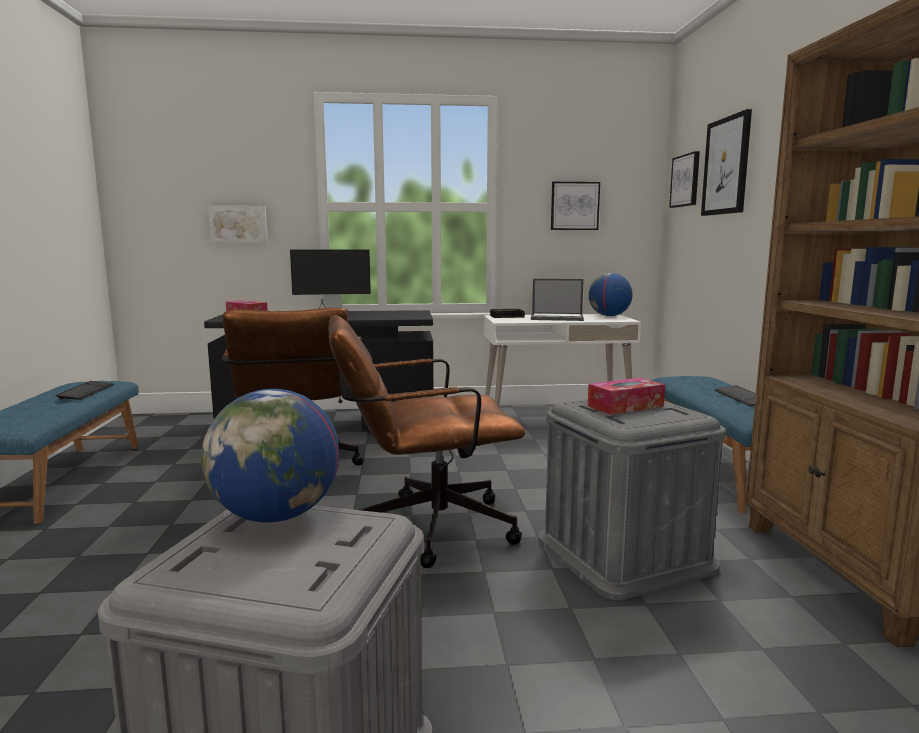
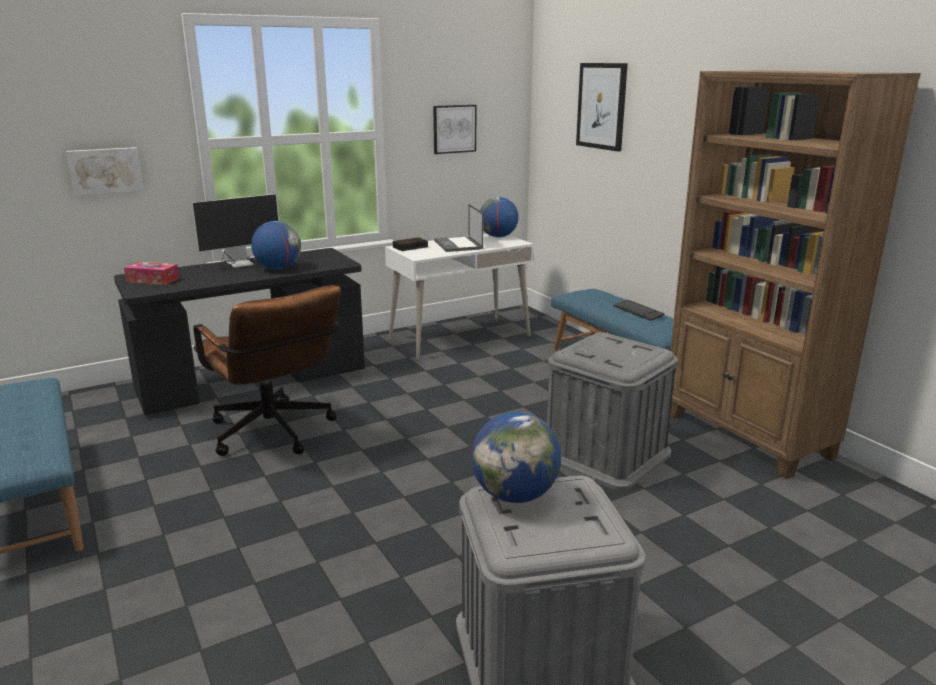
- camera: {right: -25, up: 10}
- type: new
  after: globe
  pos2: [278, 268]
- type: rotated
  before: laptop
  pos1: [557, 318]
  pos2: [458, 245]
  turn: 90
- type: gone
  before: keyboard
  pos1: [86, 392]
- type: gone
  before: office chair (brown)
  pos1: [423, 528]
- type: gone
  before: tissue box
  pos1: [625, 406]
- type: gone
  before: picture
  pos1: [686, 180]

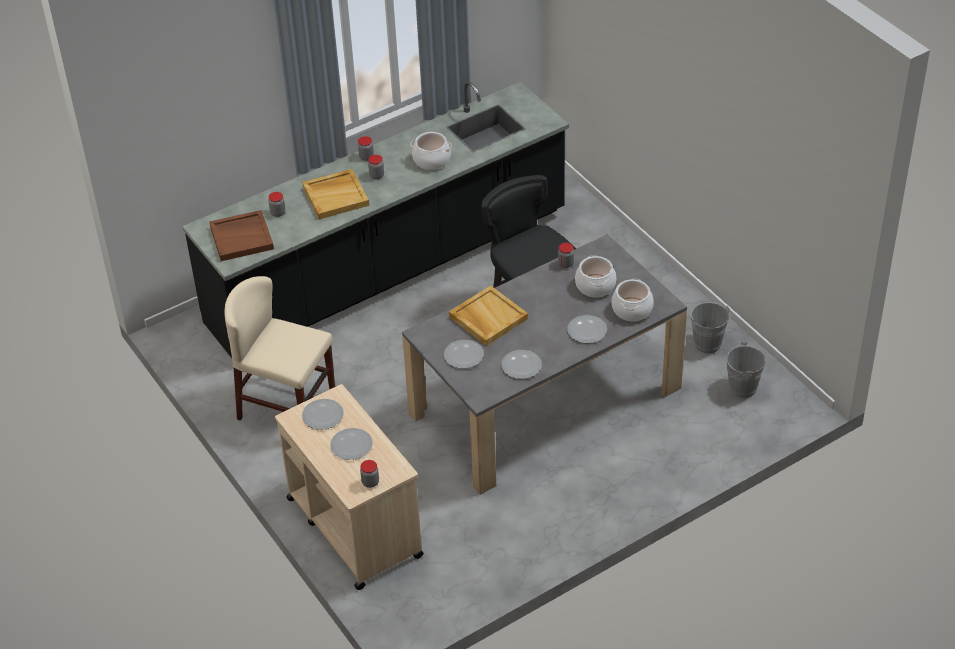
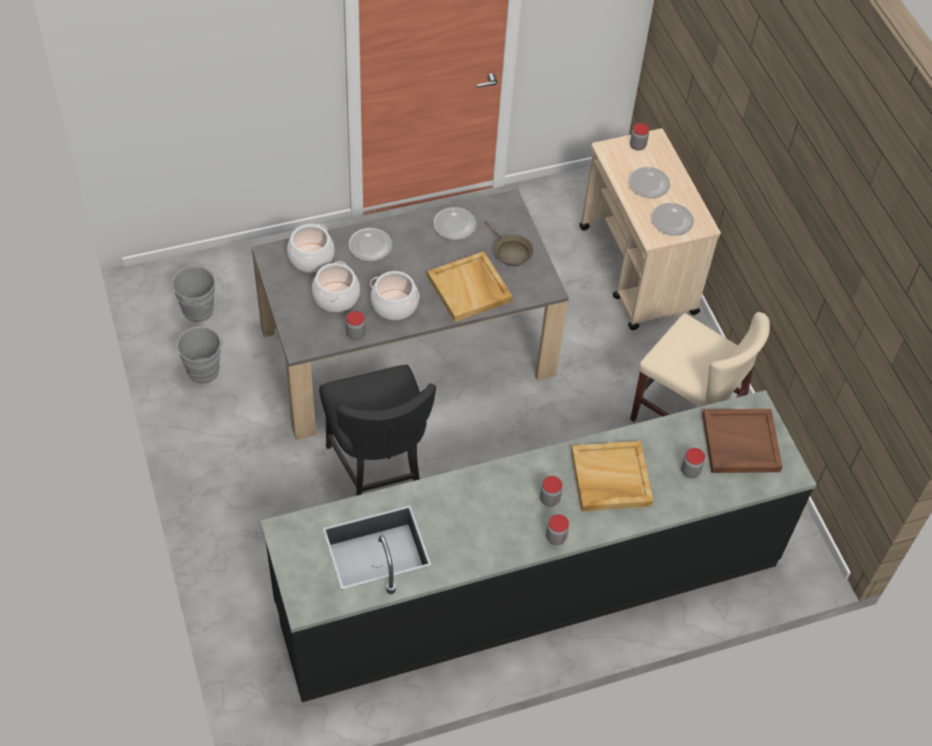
- camera: {right: -170, up: 10}
- type: shifted
  before: cooking pot
  pos1: [431, 160]
  pos2: [395, 304]
- type: swapped
  before: plate
  after: frying pan (brown)
  pos1: [463, 355]
  pos2: [510, 252]

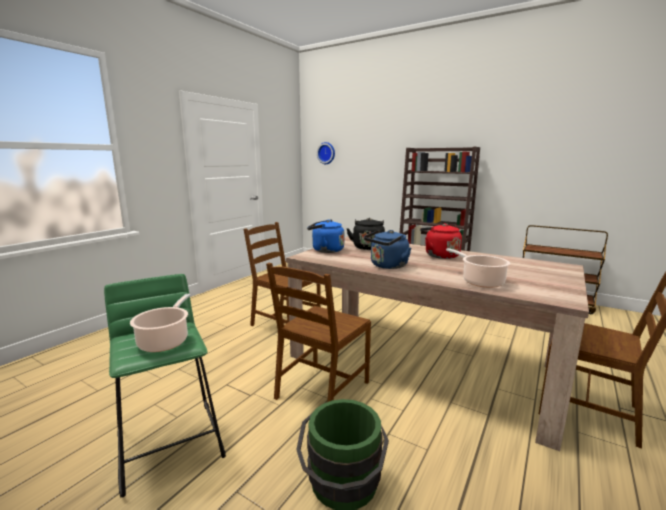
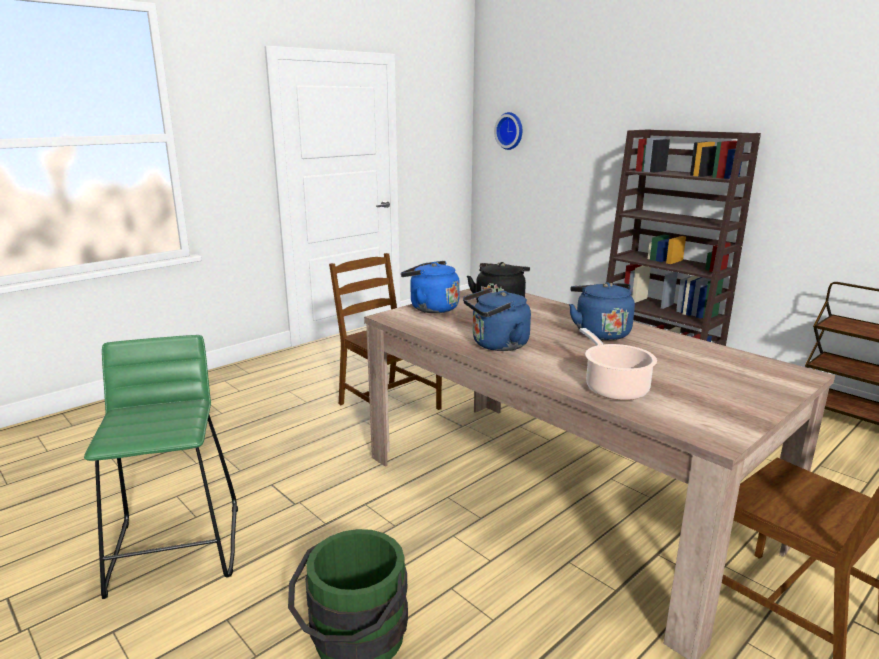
- camera: {right: 15, up: 5}
- type: repainted
  before: kettle (red)
  after: kettle (blue)
  pos1: [440, 255]
  pos2: [600, 332]
- type: gone
  before: cooking pot
  pos1: [165, 341]
- type: gone
  before: chair (brown)
  pos1: [322, 390]

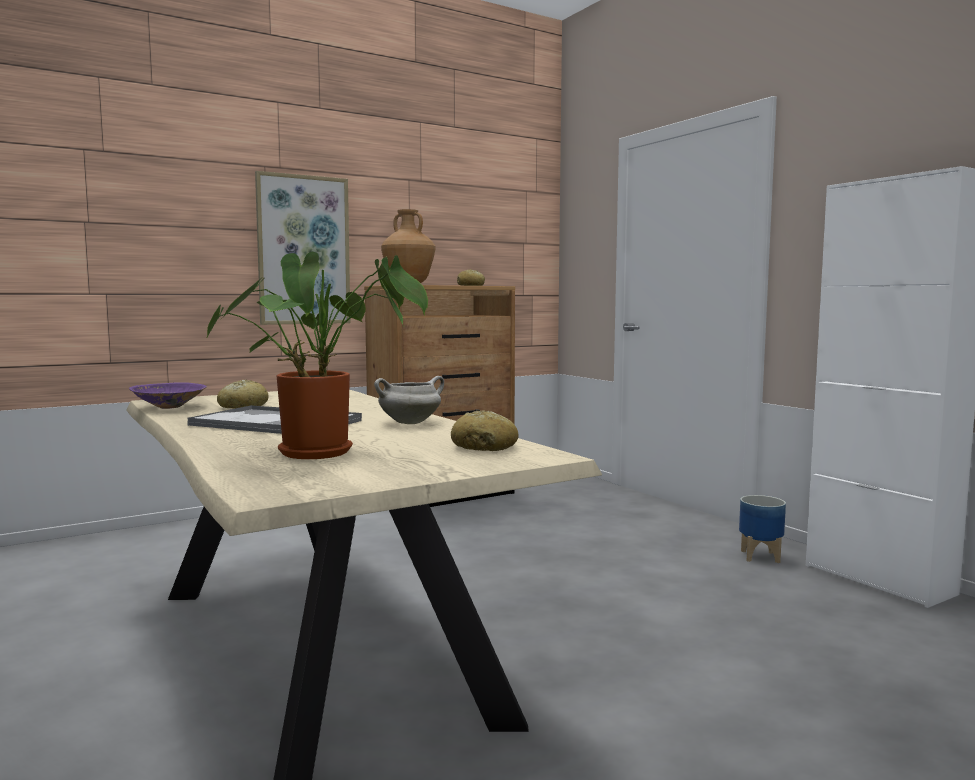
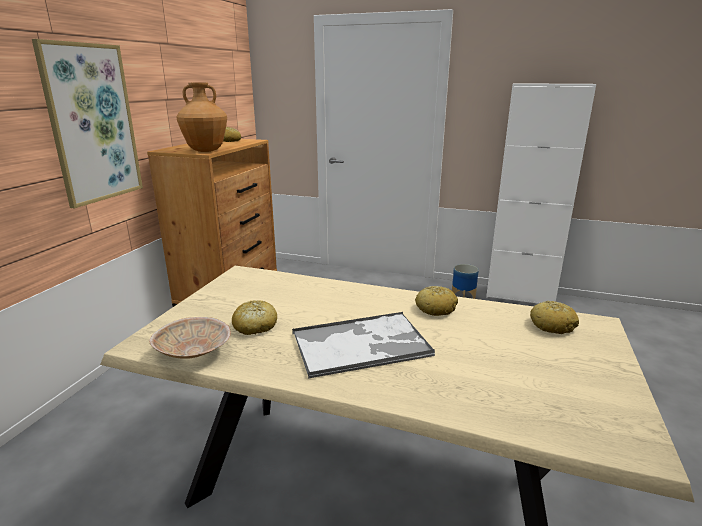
- camera: {right: -40, up: 15}
- type: repainted
  before: bowl (purple)
  after: bowl (beige)
  pos1: [169, 408]
  pos2: [195, 353]
- type: swapped
  before: cooking pot (white)
  after: bread
  pos1: [410, 423]
  pos2: [436, 308]
- type: gone
  before: potted plant
  pos1: [324, 452]

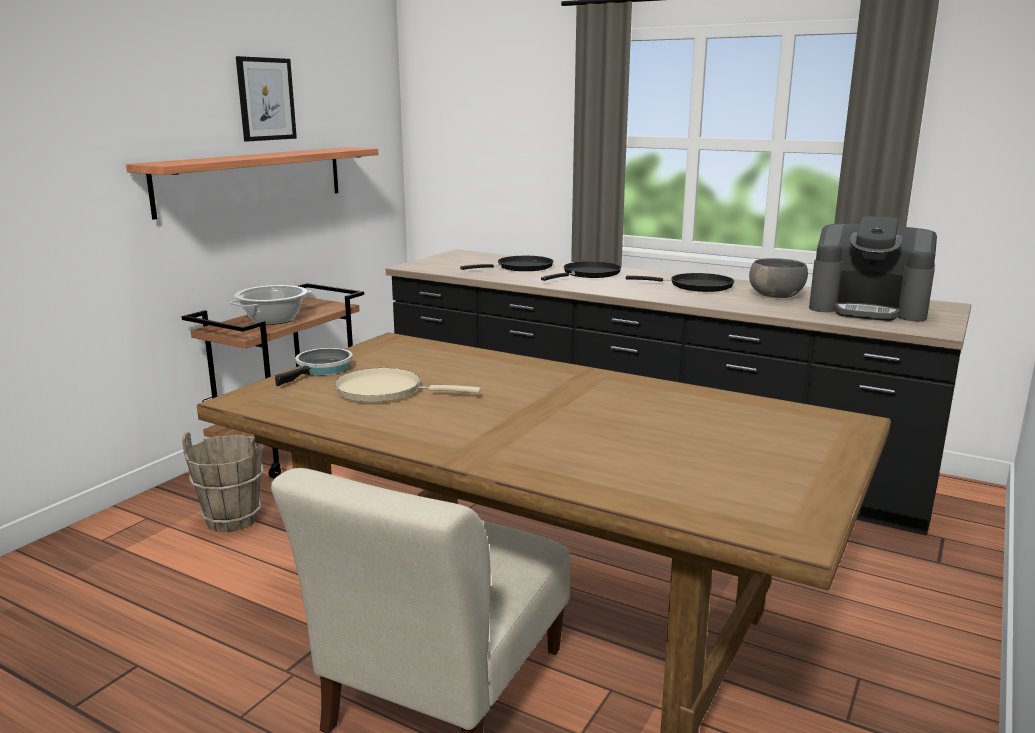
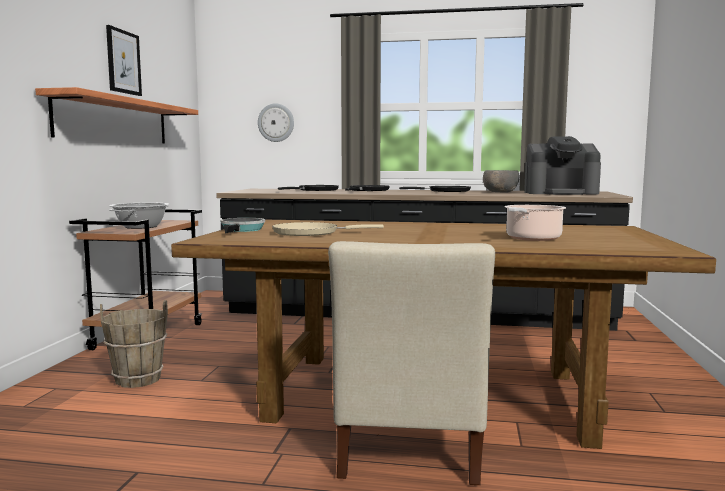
- camera: {right: -20, up: -10}
- type: new
  after: wall clock
  pos2: [276, 122]
- type: new
  after: cooking pot
  pos2: [532, 239]

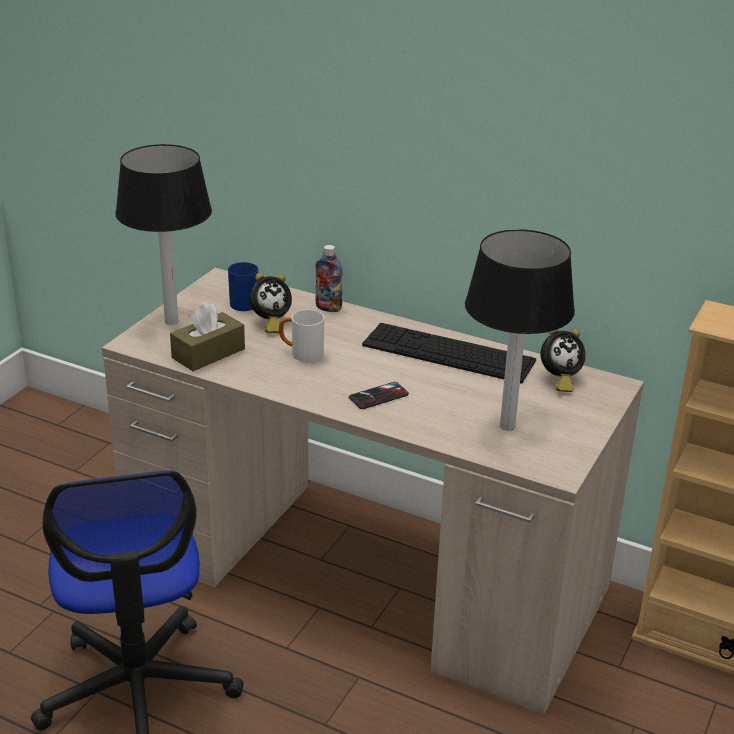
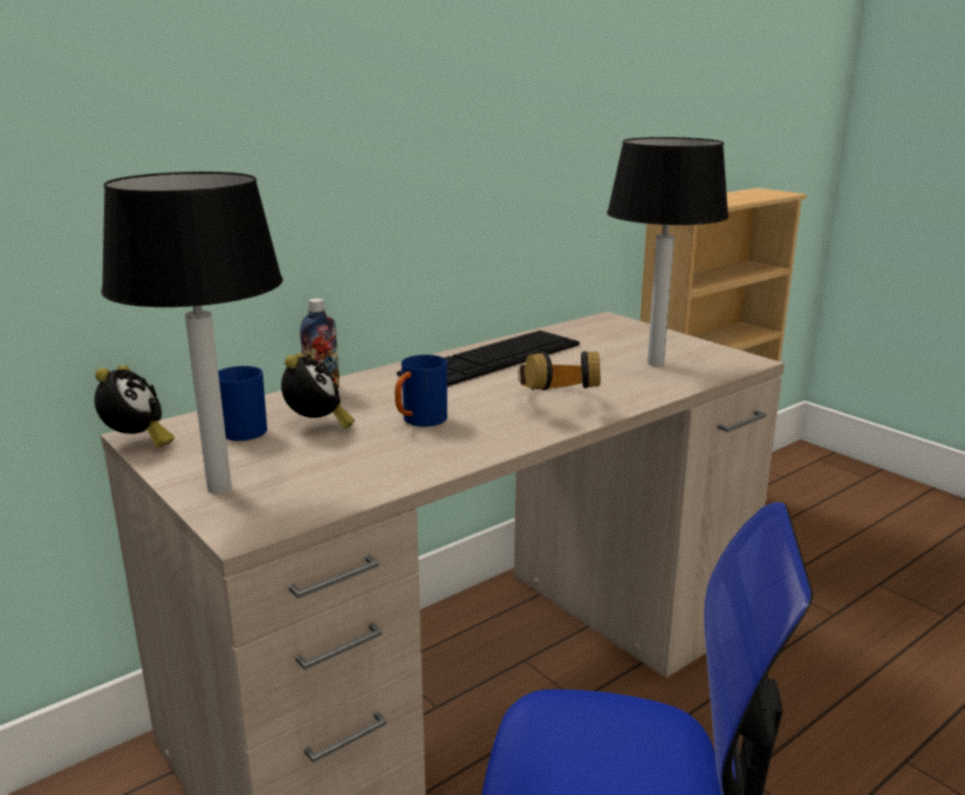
- camera: {right: -65, up: -10}
- type: shifted
  before: alarm clock
  pos1: [558, 380]
  pos2: [137, 442]
- type: repainted
  before: mug (white)
  after: mug (blue)
  pos1: [301, 354]
  pos2: [419, 422]
- type: swapped
  before: phone
  after: headphones
  pos1: [378, 396]
  pos2: [556, 401]
- type: gone
  before: tissue box (brown)
  pos1: [208, 353]

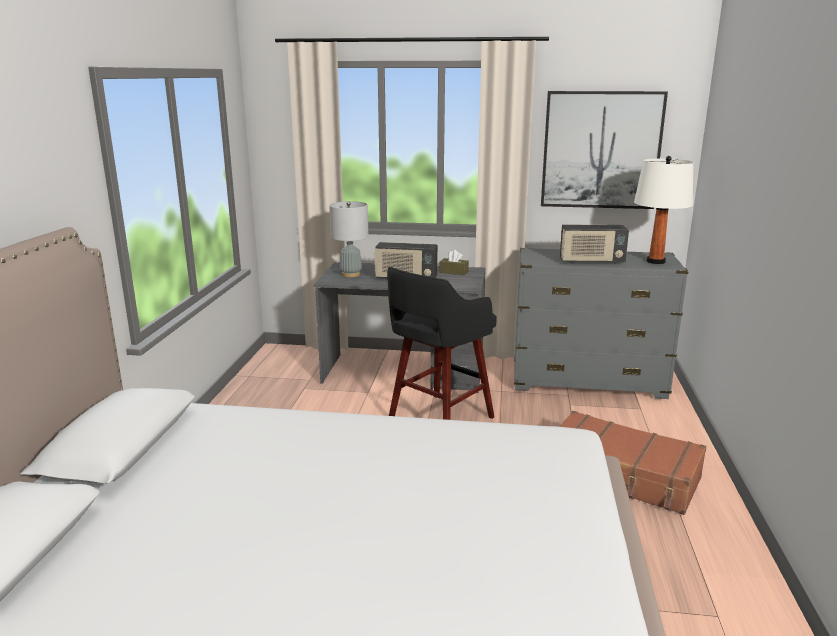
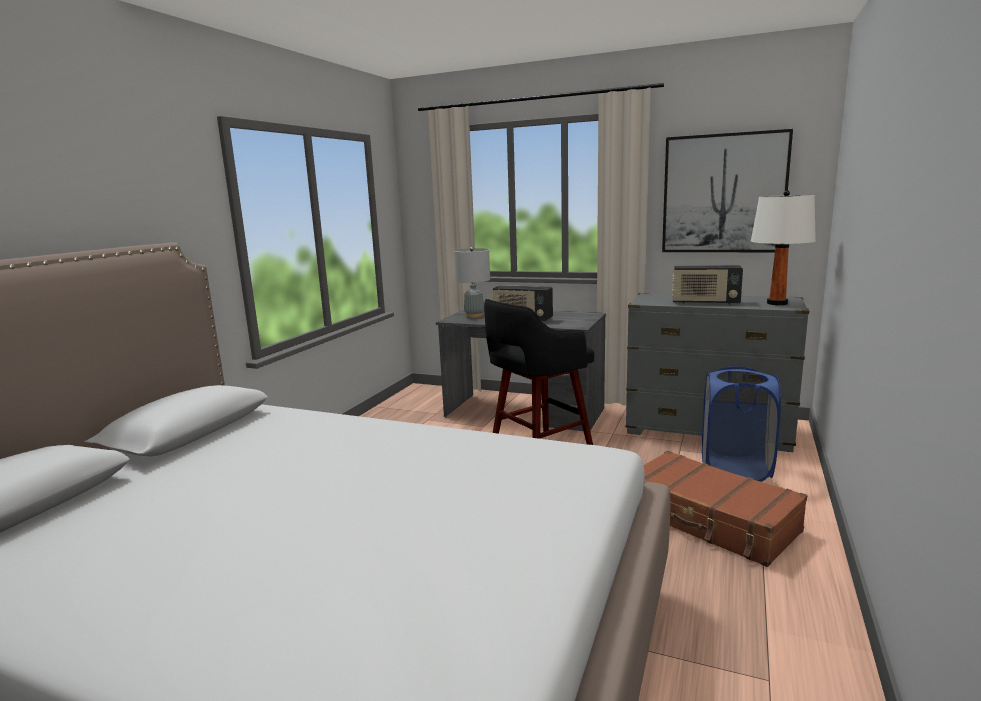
- camera: {right: 15, up: -5}
- type: new
  after: laundry basket (blue)
  pos2: [735, 470]
- type: gone
  before: tissue box (brown)
  pos1: [453, 272]

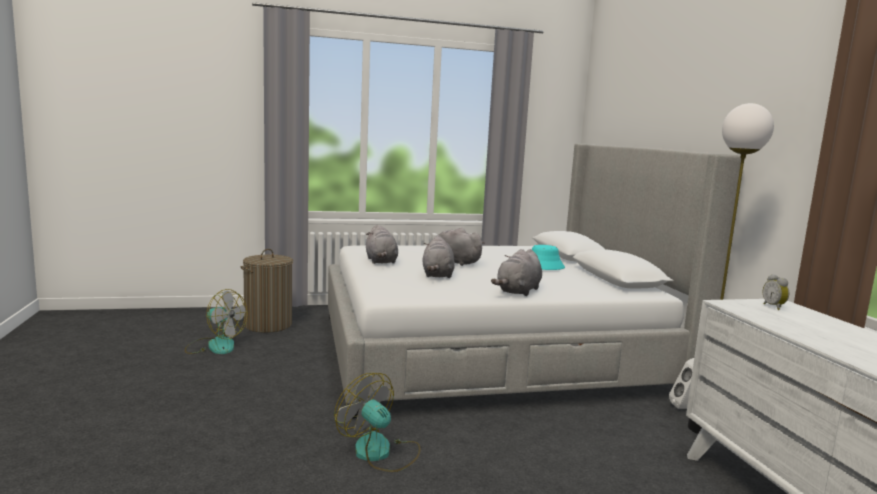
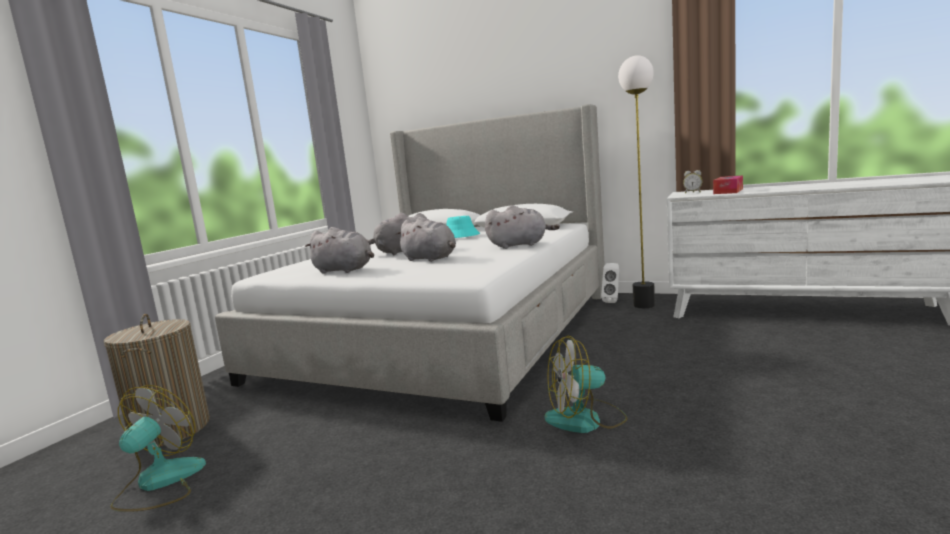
- camera: {right: -50, up: 0}
- type: rotated
  before: fan
  pos1: [215, 345]
  pos2: [159, 483]
  turn: -45
- type: rotated
  before: plush toy (grey)
  pos1: [518, 291]
  pos2: [520, 245]
  turn: -75
- type: new
  after: tissue box
  pos2: [728, 191]

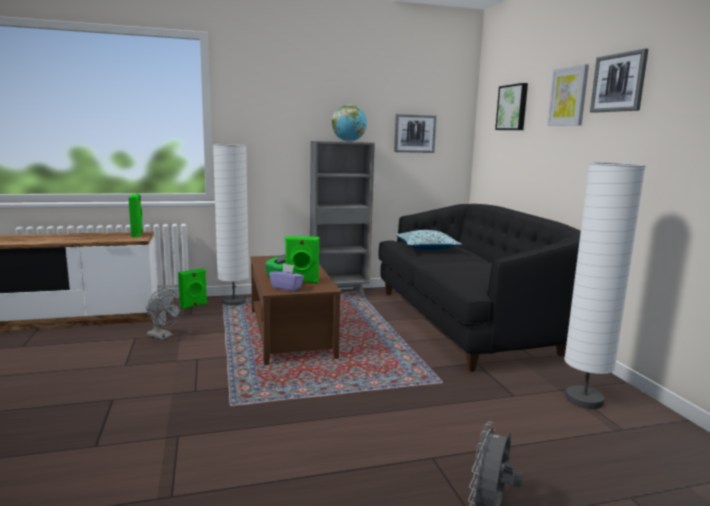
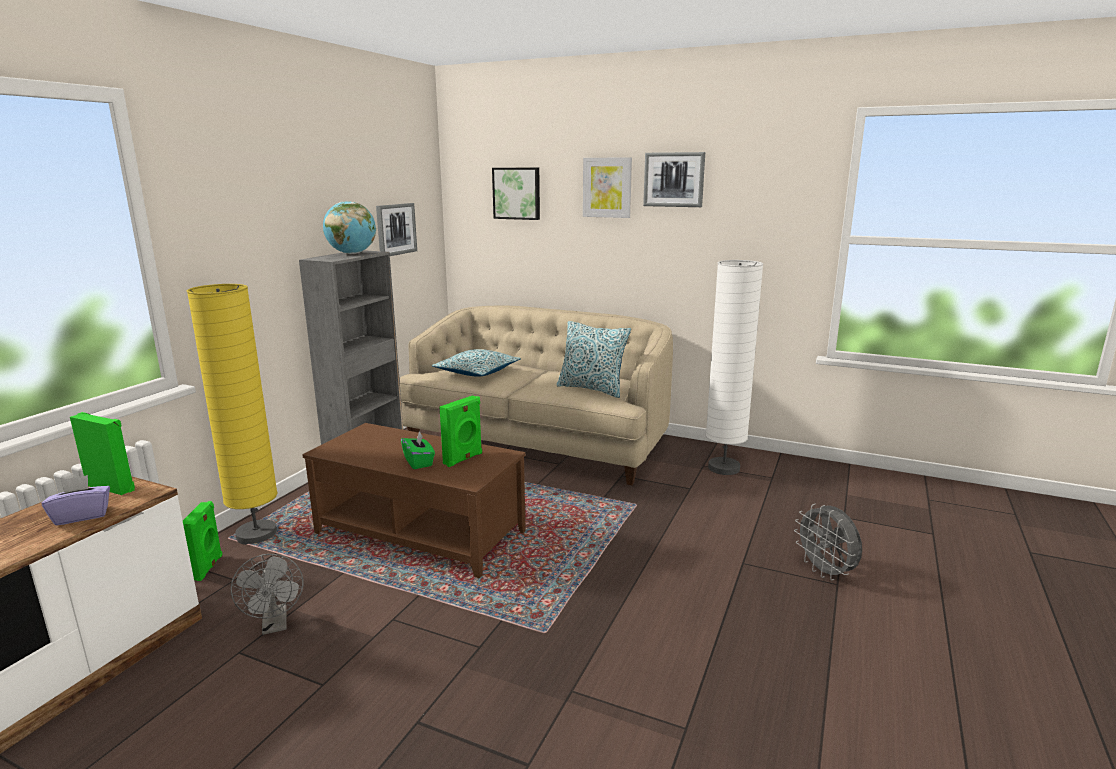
- camera: {right: -50, up: 5}
- type: shifted
  before: tissue box (purple)
  pos1: [287, 287]
  pos2: [82, 516]
- type: repainted
  before: floor lamp (white)
  after: floor lamp (yellow)
  pos1: [234, 302]
  pos2: [256, 535]
- type: rotated
  before: fan (grey)
  pos1: [163, 336]
  pos2: [275, 625]
  turn: 90
- type: repainted
  before: sofa (black)
  after: sofa (beige)
  pos1: [464, 322]
  pos2: [538, 442]
- type: new
  after: pillow
  pos2: [592, 389]

